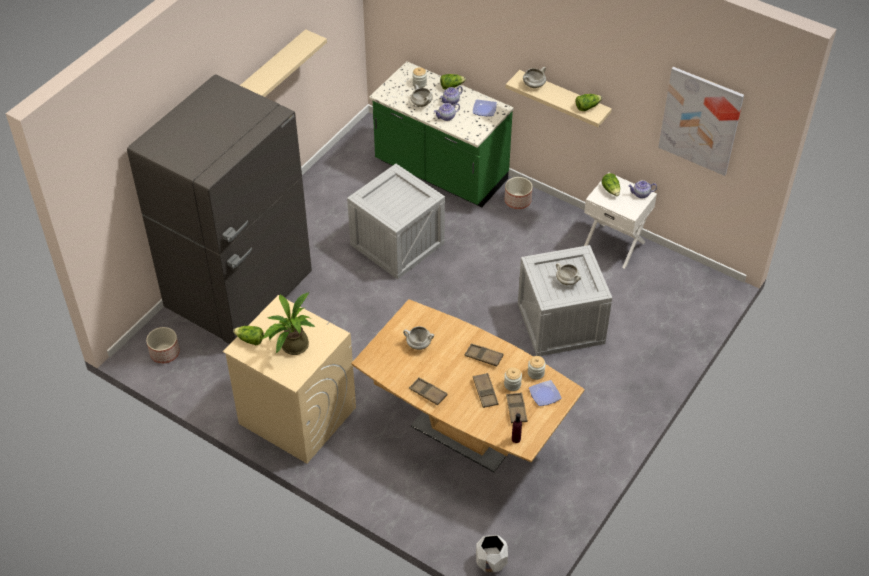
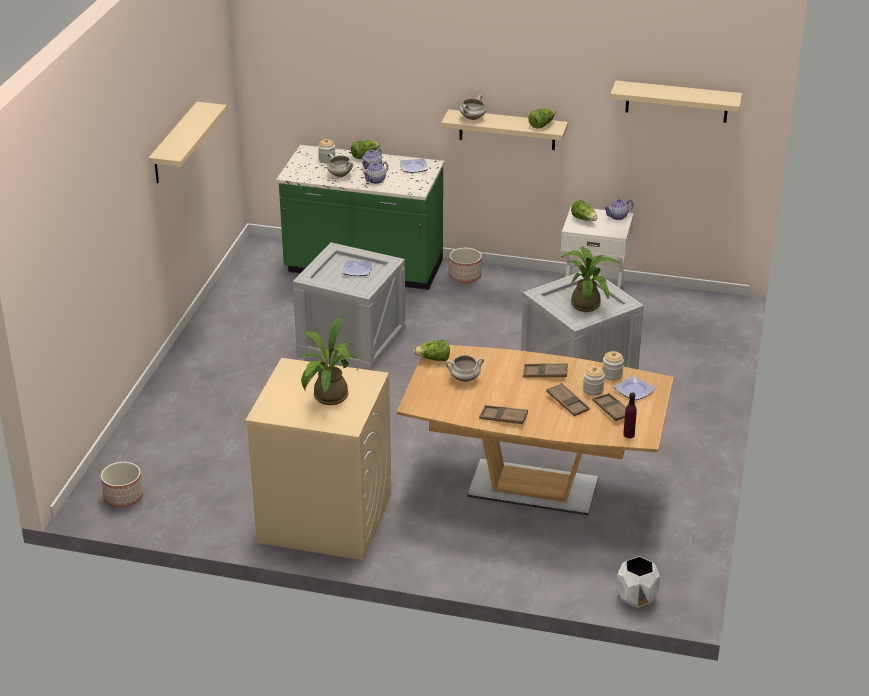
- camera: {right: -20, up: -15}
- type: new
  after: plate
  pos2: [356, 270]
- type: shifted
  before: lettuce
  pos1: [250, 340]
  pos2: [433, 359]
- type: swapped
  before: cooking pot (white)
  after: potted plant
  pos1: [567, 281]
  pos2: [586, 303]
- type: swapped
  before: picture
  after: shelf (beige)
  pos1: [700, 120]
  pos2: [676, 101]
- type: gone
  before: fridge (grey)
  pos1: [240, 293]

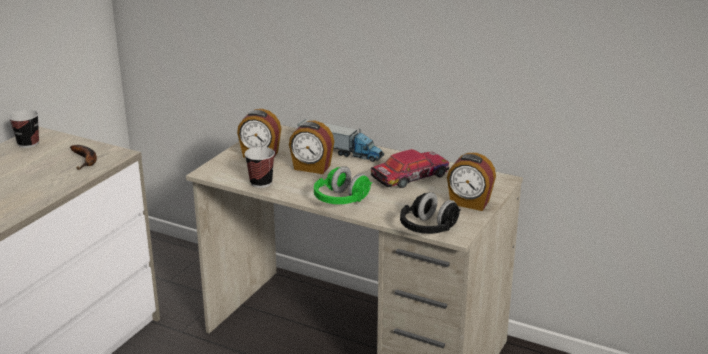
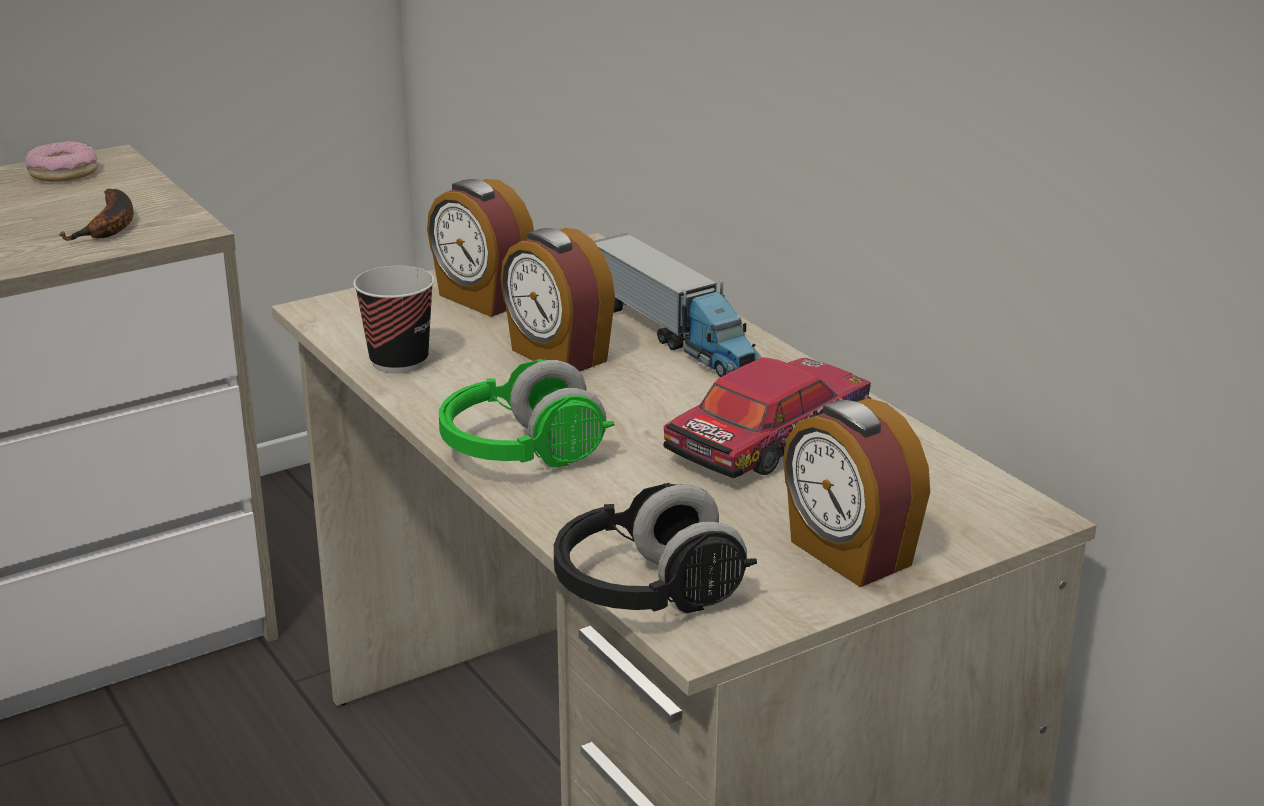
- camera: {right: 30, up: 0}
- type: swapped
  before: cup
  after: donut
  pos1: [28, 143]
  pos2: [63, 173]
- type: rotated
  before: toy car
  pos1: [409, 177]
  pos2: [766, 440]
  turn: -45

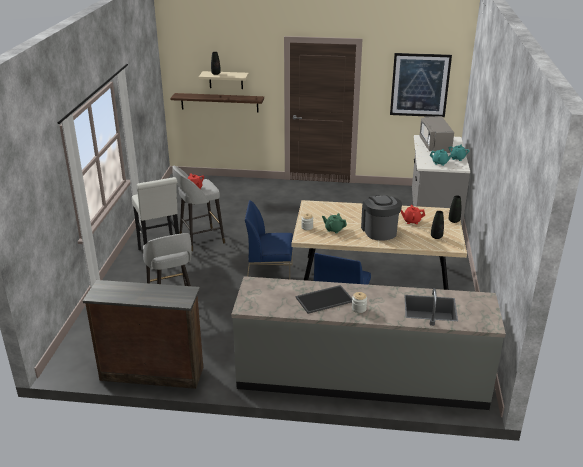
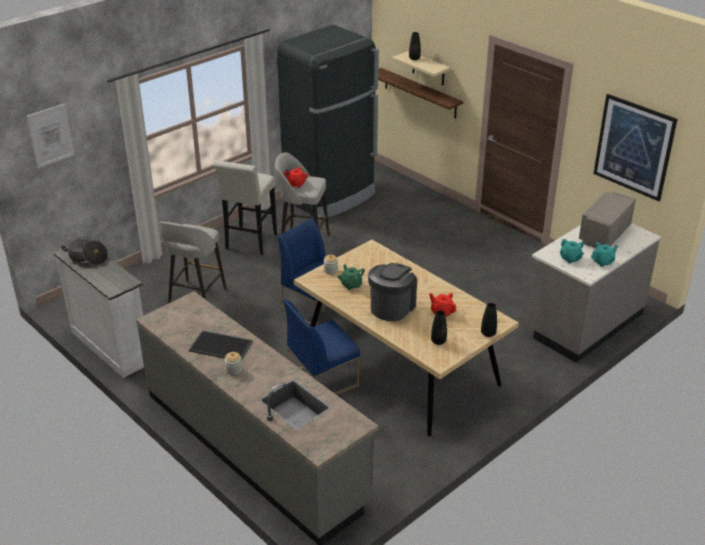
- camera: {right: 40, up: 5}
- type: new
  after: picture
  pos2: [50, 135]
- type: repainted
  before: dresser (brown)
  after: dresser (white)
  pos1: [152, 372]
  pos2: [111, 346]
- type: new
  after: cooking pot
  pos2: [87, 257]
- type: new
  after: fridge (black)
  pos2: [330, 197]

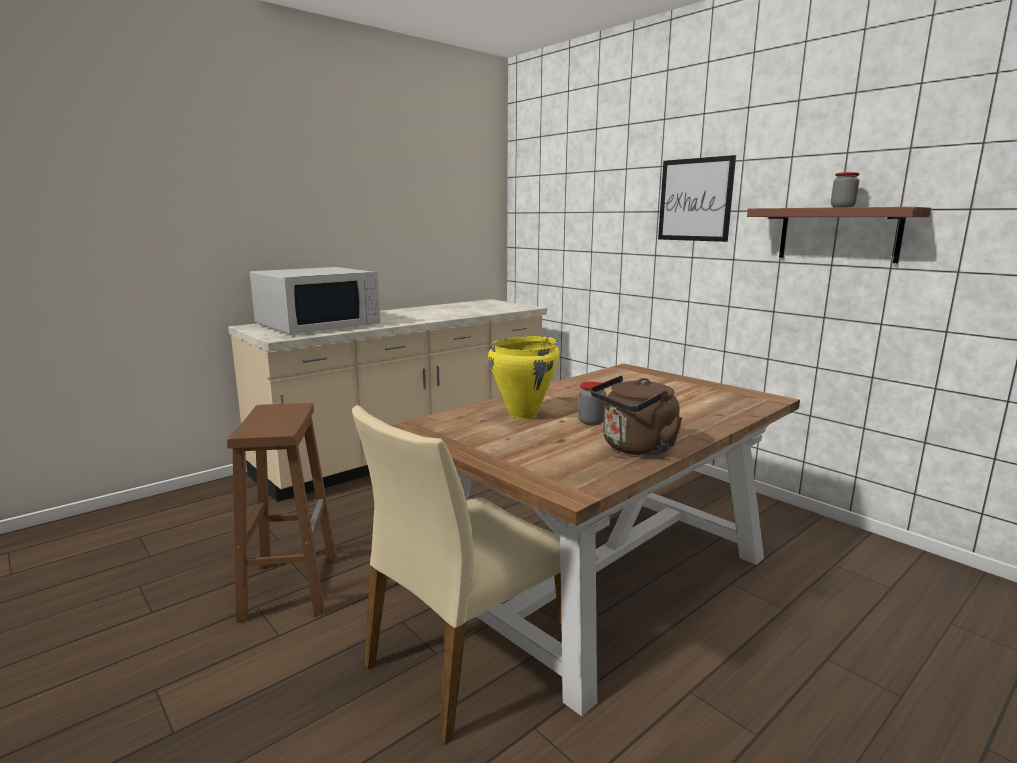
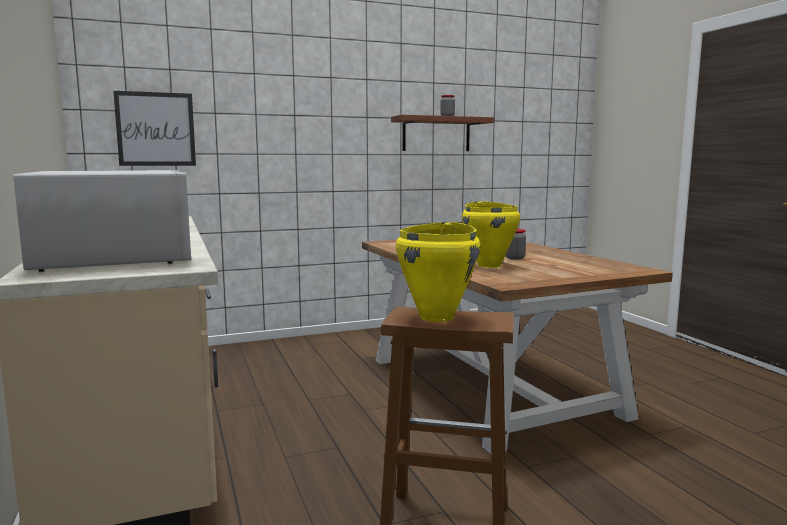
- camera: {right: -70, up: -5}
- type: shifted
  before: picture
  pos1: [695, 200]
  pos2: [156, 129]
- type: new
  after: cooking pot (yellow)
  pos2: [437, 317]
- type: gone
  before: chair (beige)
  pos1: [465, 661]
- type: gone
  before: kettle (brown)
  pos1: [635, 448]

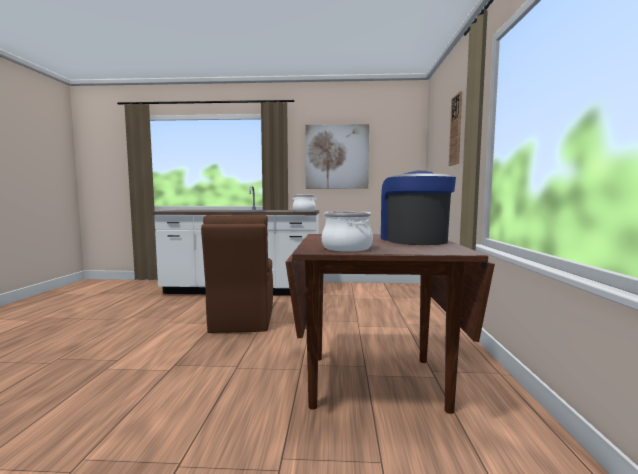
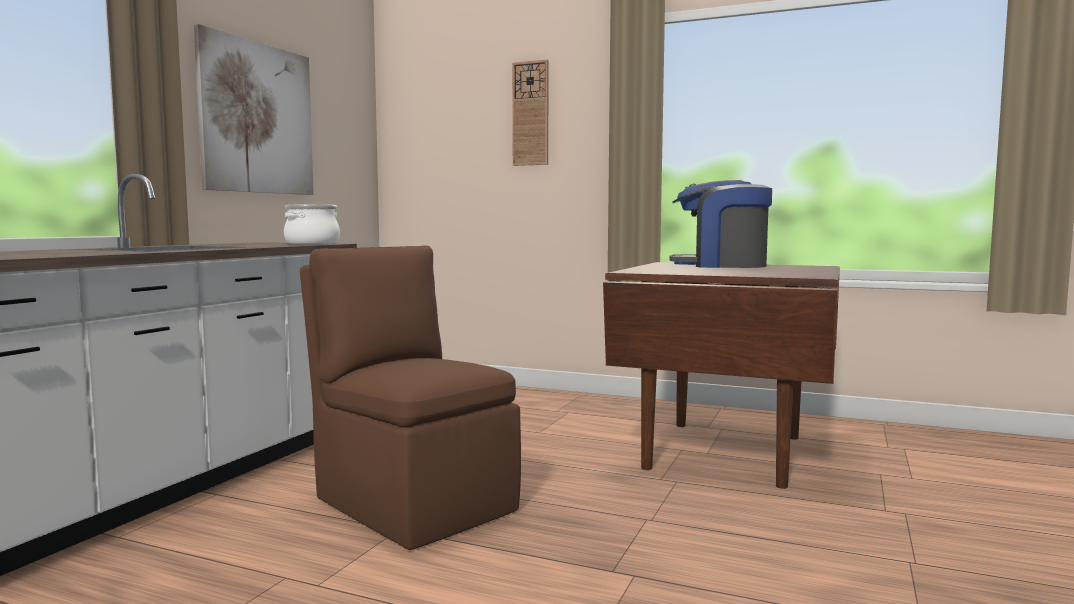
- camera: {right: -70, up: 0}
- type: rotated
  before: chair (brown)
  pos1: [242, 320]
  pos2: [413, 503]
  turn: -150
- type: gone
  before: cooking pot
  pos1: [347, 248]

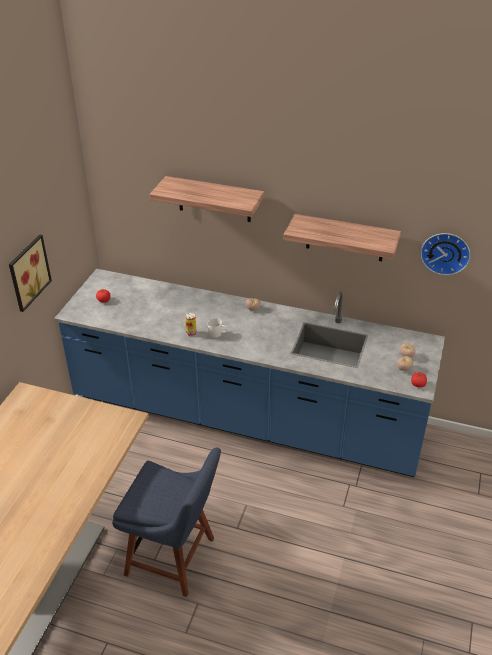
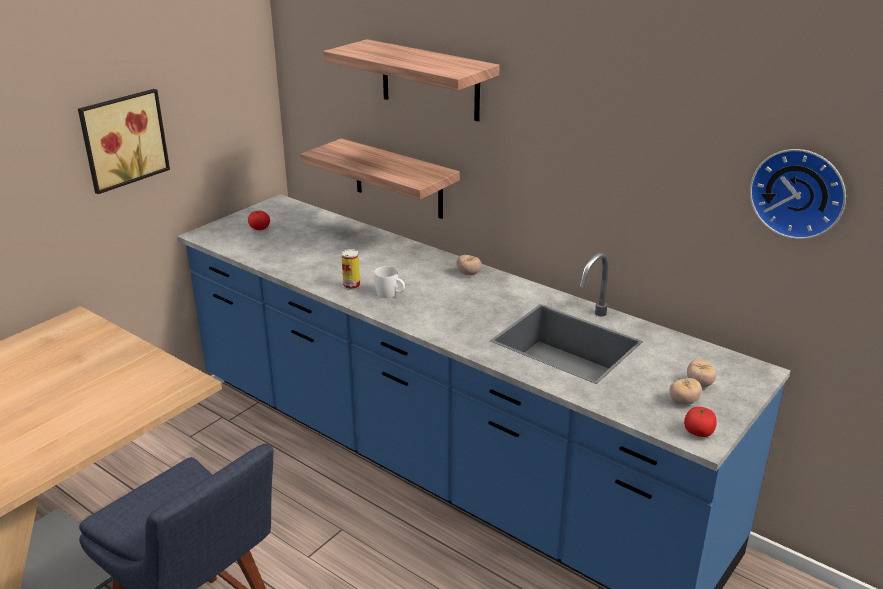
- camera: {right: 20, up: -10}
- type: shifted
  before: shelf
  pos1: [345, 238]
  pos2: [398, 179]

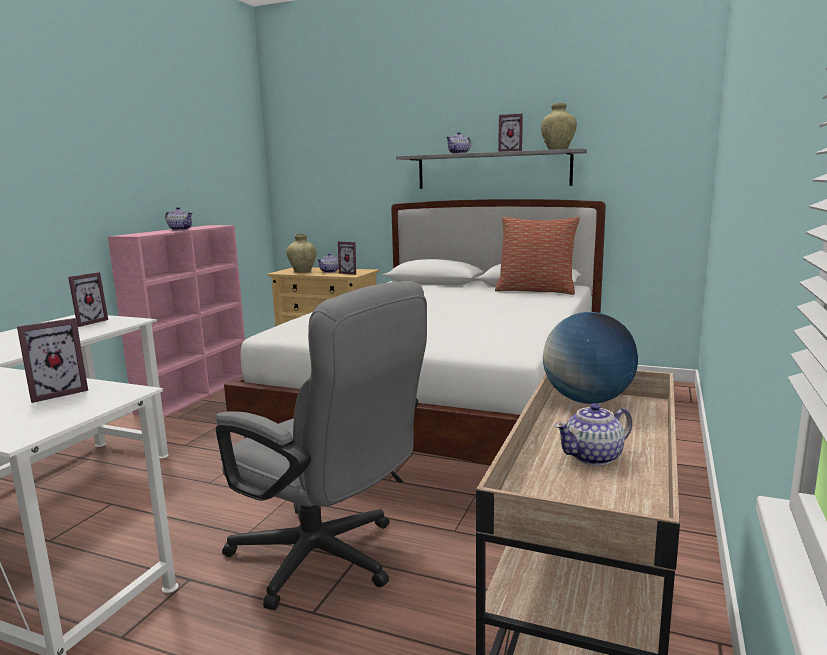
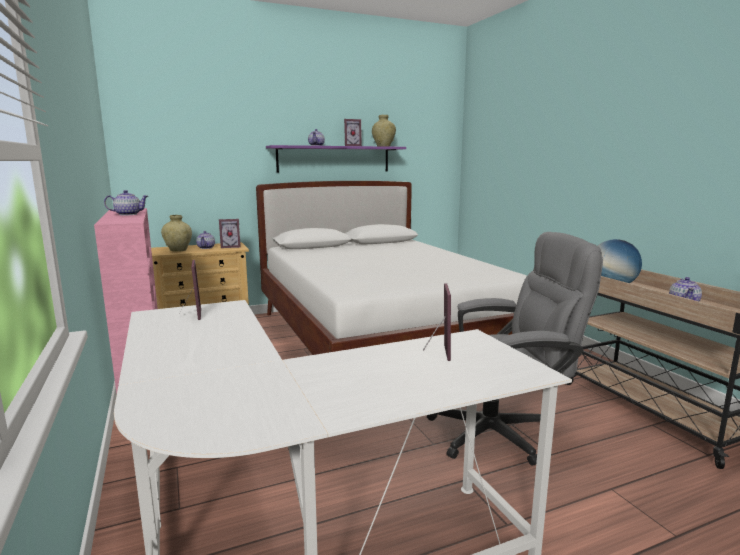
- camera: {right: -45, up: 0}
- type: repainted
  before: shelf (grey)
  after: shelf (purple)
  pos1: [492, 170]
  pos2: [334, 159]
- type: gone
  before: pillow
  pos1: [536, 290]

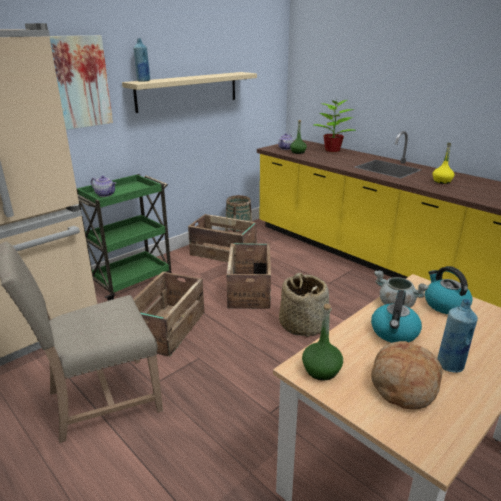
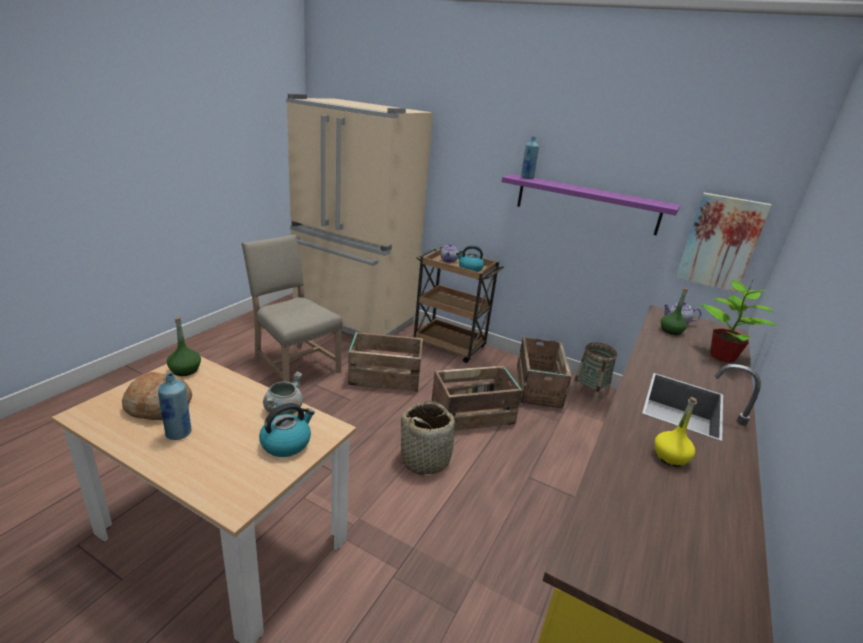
- camera: {right: 70, up: 0}
- type: repainted
  before: cart (green)
  after: cart (brown)
  pos1: [132, 280]
  pos2: [449, 346]
- type: shifted
  before: kettle
  pos1: [394, 333]
  pos2: [470, 269]
- type: repainted
  before: shelf (beige)
  after: shelf (purple)
  pos1: [188, 91]
  pos2: [586, 204]
- type: shifted
  before: picture
  pos1: [79, 82]
  pos2: [720, 242]

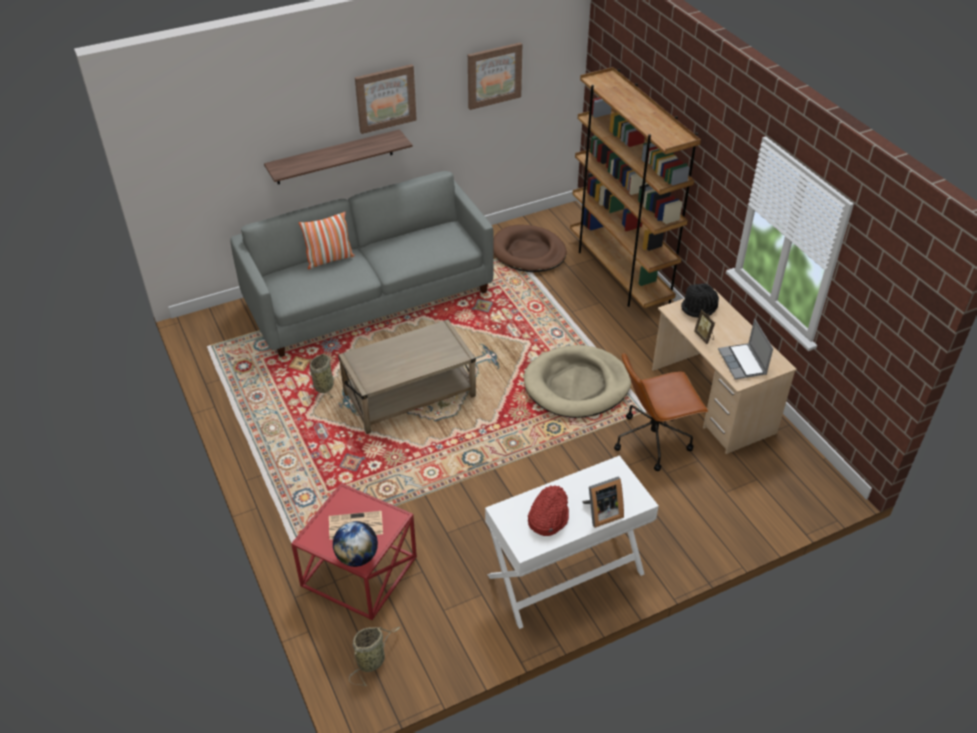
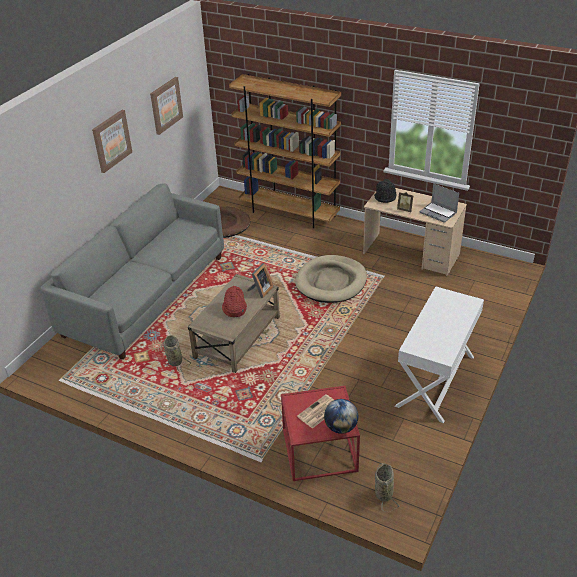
- camera: {right: -35, up: -5}
- type: shifted
  before: hat (red)
  pos1: [547, 518]
  pos2: [234, 309]
- type: shifted
  before: picture frame
  pos1: [601, 513]
  pos2: [260, 291]
- type: gone
  before: shelf
  pos1: [334, 157]
- type: gone
  before: pillow
  pos1: [329, 259]
- type: gone
  before: office chair (brown)
  pos1: [653, 440]

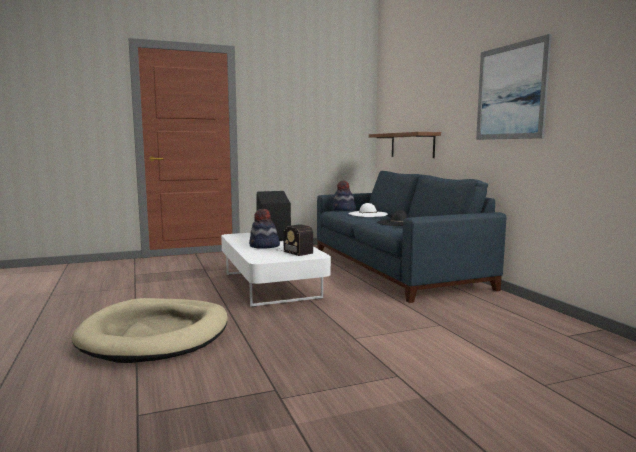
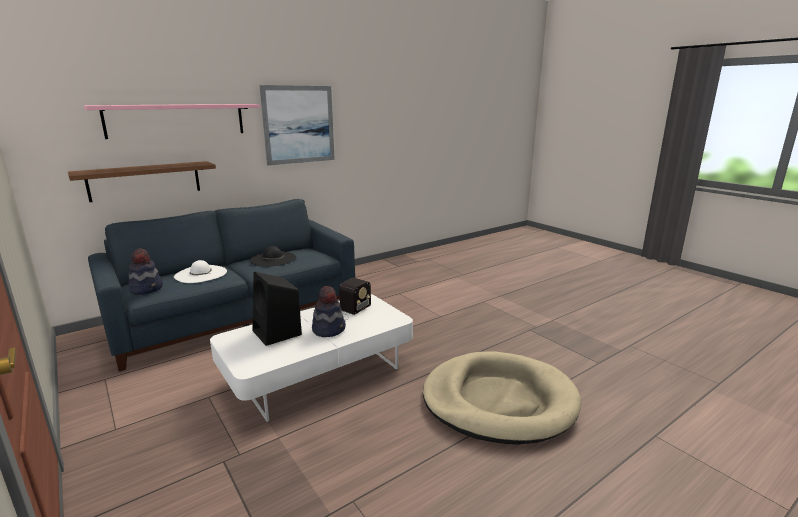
- camera: {right: -105, up: 10}
- type: new
  after: shelf (pink)
  pos2: [177, 120]

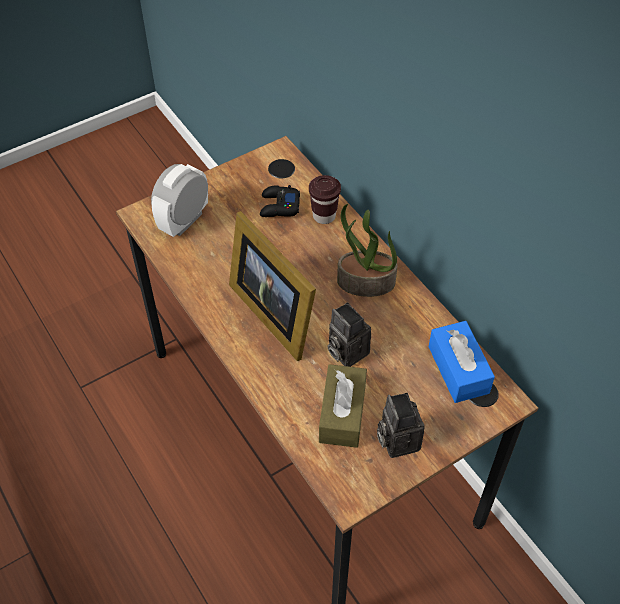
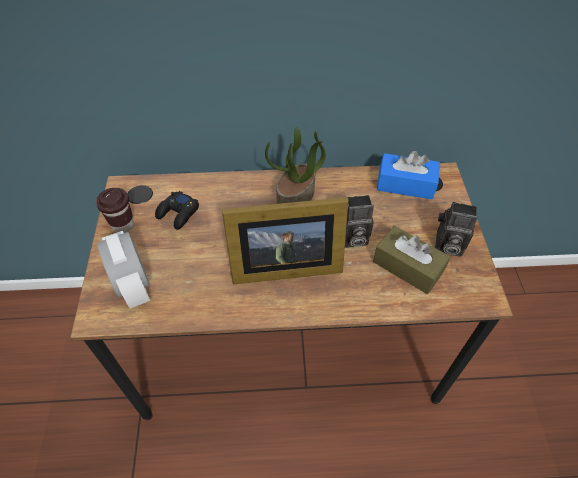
- camera: {right: -60, up: 0}
- type: shifted
  before: cup (brown)
  pos1: [324, 216]
  pos2: [123, 225]

